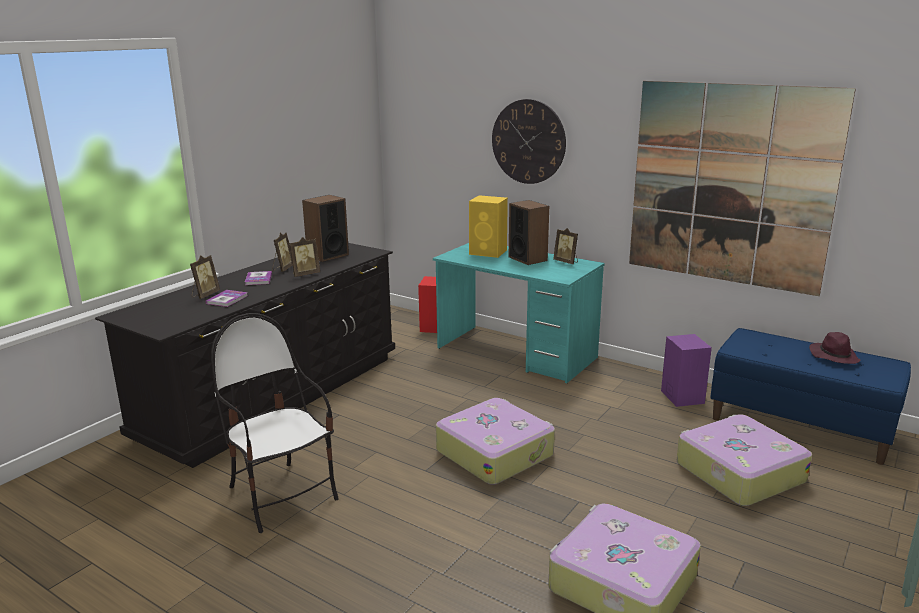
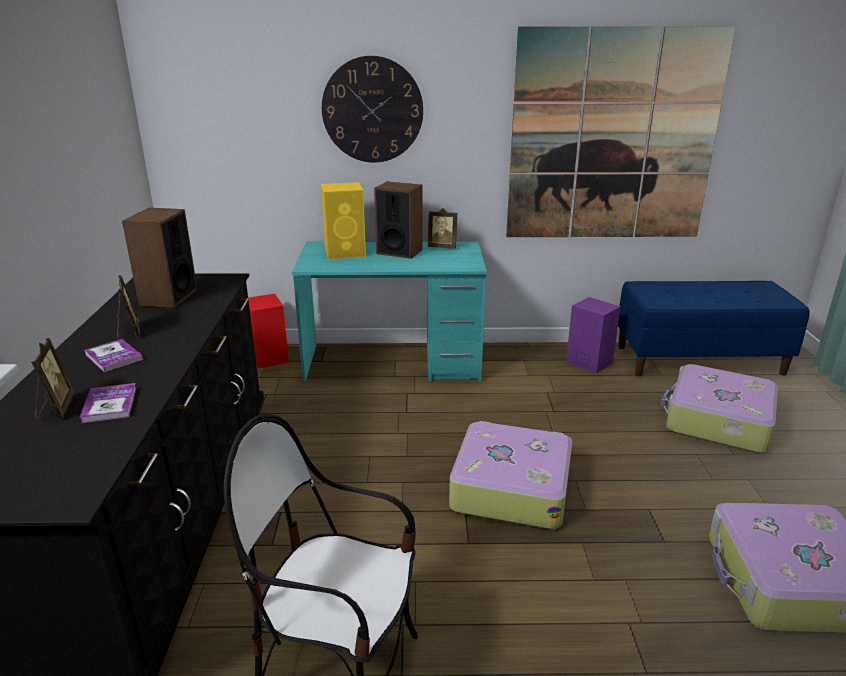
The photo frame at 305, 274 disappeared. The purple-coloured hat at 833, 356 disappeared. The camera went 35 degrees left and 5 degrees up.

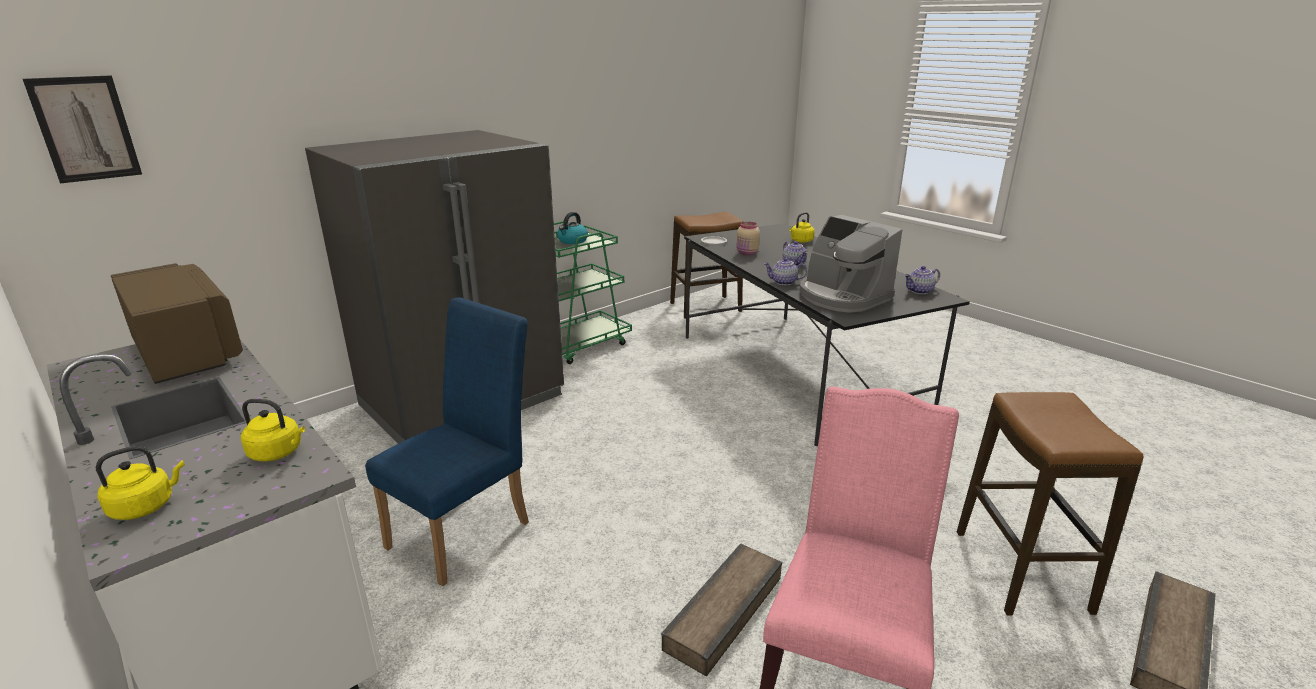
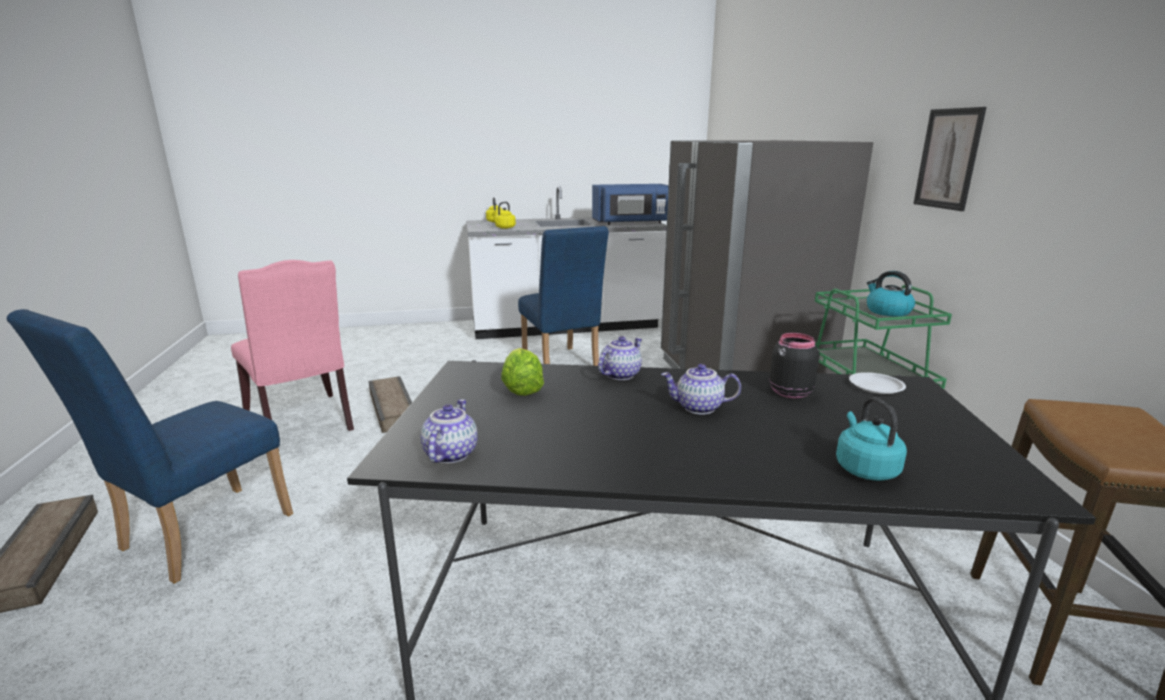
The sitting stool at 1021, 571 was replaced by the blue-coloured chair at 196, 537. The coffee brewer at 842, 296 was replaced by the lettuce at 522, 389. The brownish microwave at 187, 353 became the blue-coloured microwave at 631, 223. The beige-coloured storage jar at 747, 253 became the blackish storage jar at 789, 392. The yellowish kettle at 800, 241 became the blue-green kettle at 864, 468. The wall art moved from 85, 129 to 948, 159. The camera went 120 degrees right and 5 degrees down.

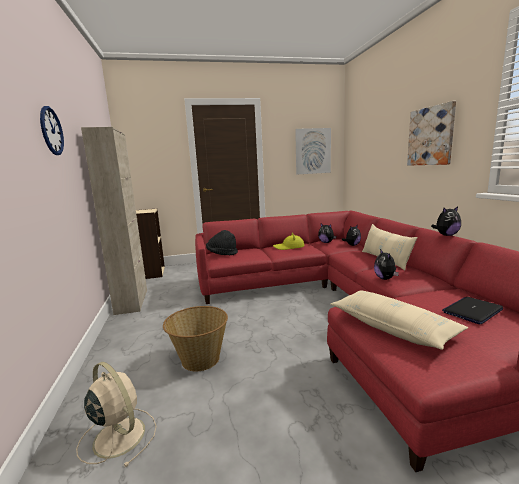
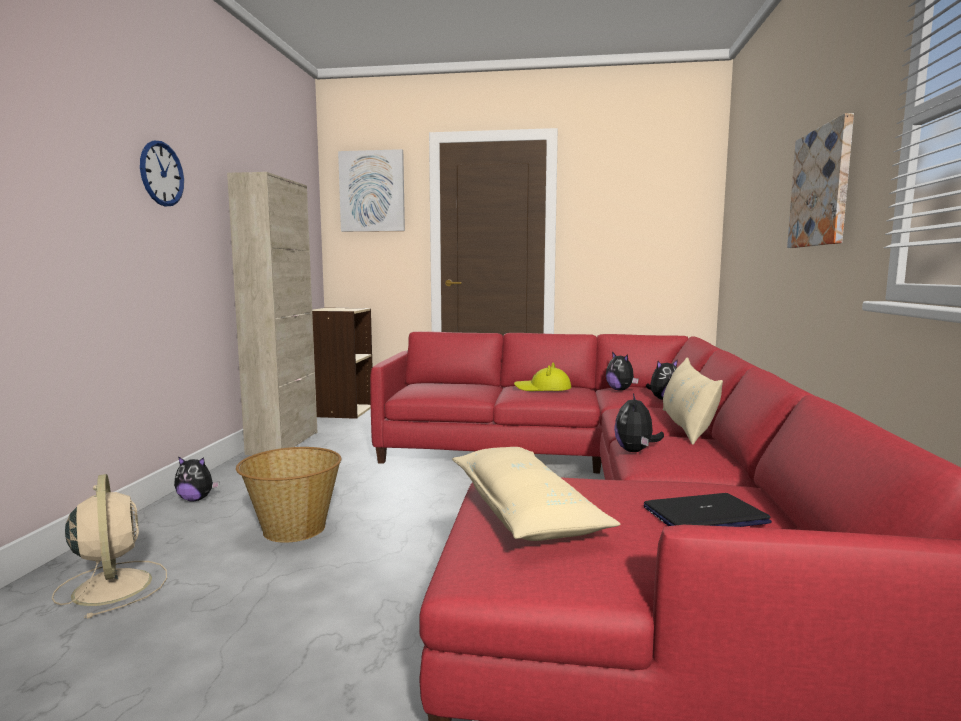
The plush toy moved from 446, 235 to 196, 499. The wall art moved from 312, 151 to 372, 191. The blackish hat at 222, 254 disappeared. The camera went 20 degrees right and 5 degrees down.

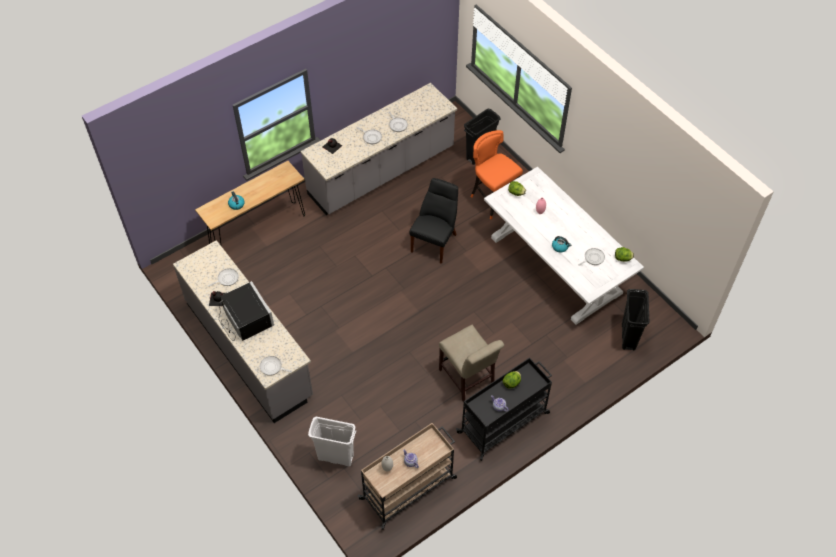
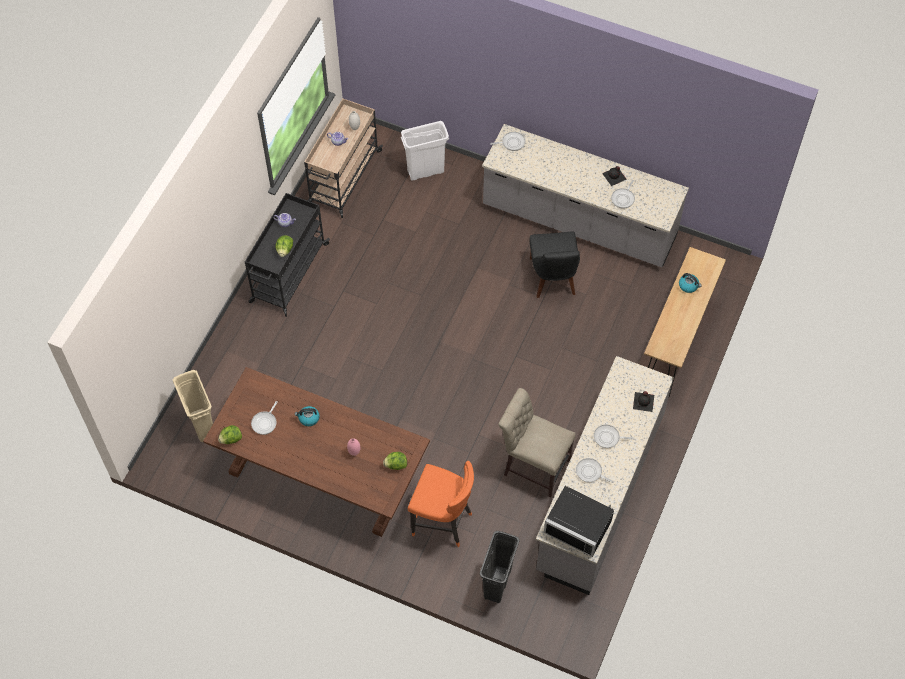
The blackish rubbish bin at 628, 337 became the beige-coloured rubbish bin at 201, 424. The whitish dining table at 555, 265 became the brownish dining table at 322, 471. The beige-coloured chair moved from 468, 379 to 533, 465. The blackish chair moved from 435, 241 to 553, 278. The blackish microwave moved from 245, 319 to 580, 524. The camera went 150 degrees right and 5 degrees up.

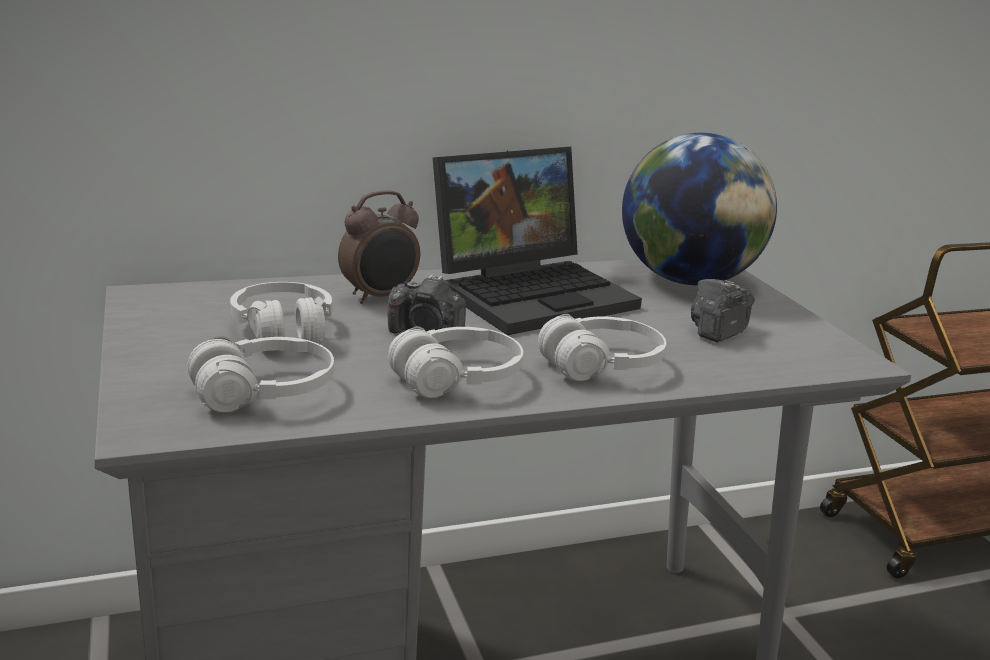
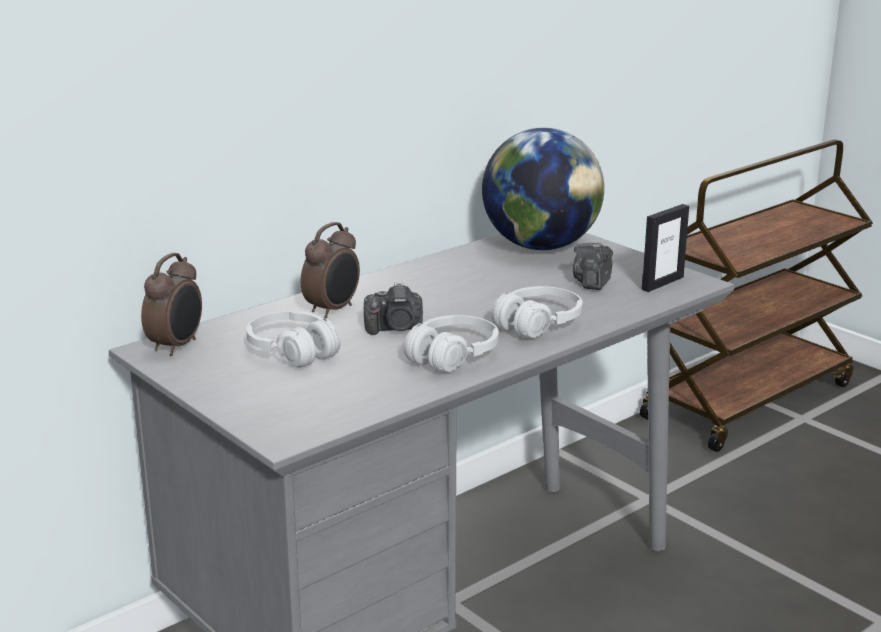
The bedside clock at 177, 346 appeared. The photo frame at 662, 283 appeared. The whitish pair of headphones at 264, 393 disappeared. The notebook computer at 533, 292 disappeared. The camera went 20 degrees left and 0 degrees up.

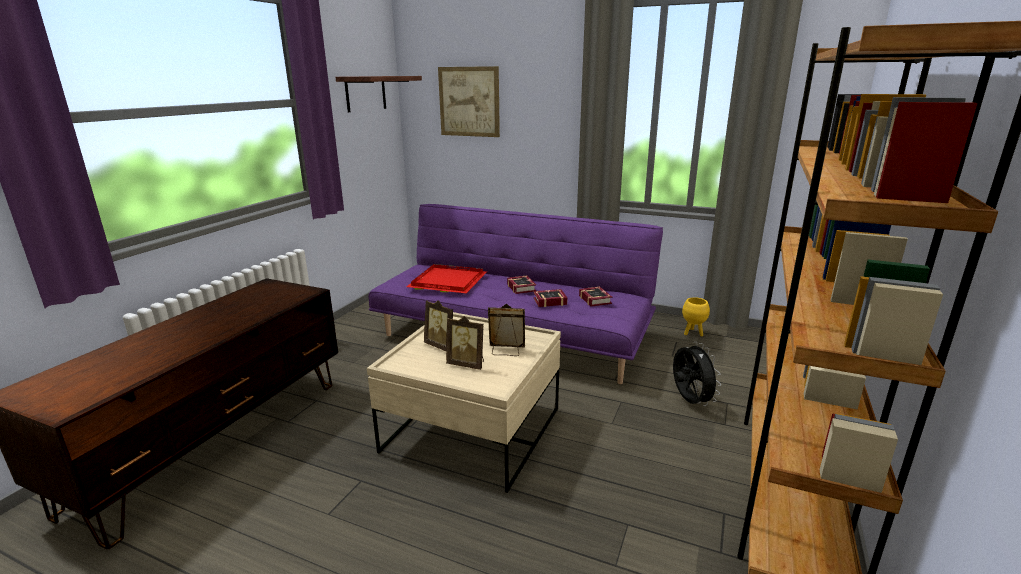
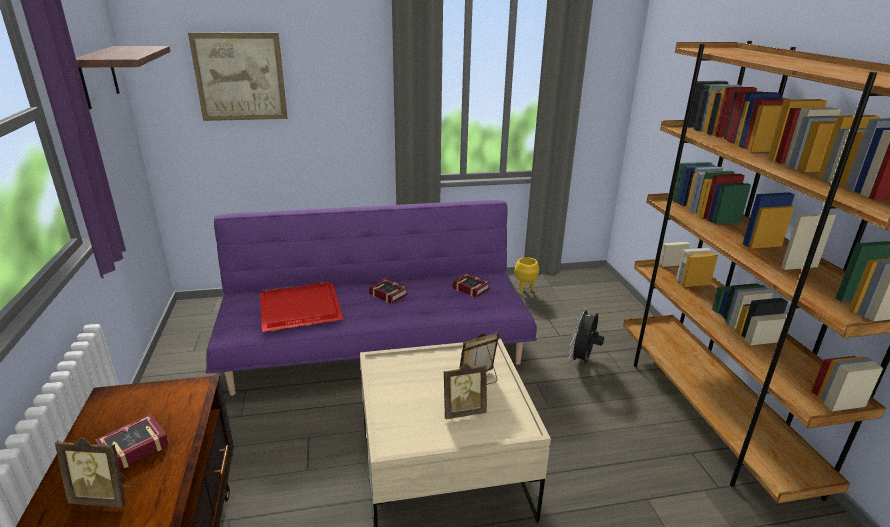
The photo frame moved from 442, 346 to 105, 496. The book moved from 548, 301 to 131, 448. The blackish electric fan at 689, 401 turned 105 degrees counterclockwise. The camera went 35 degrees left and 5 degrees up.

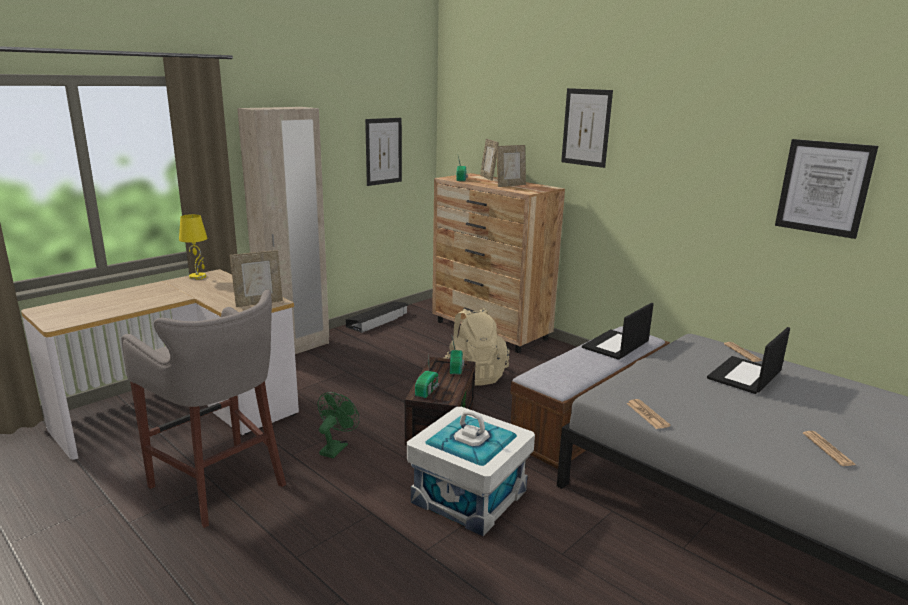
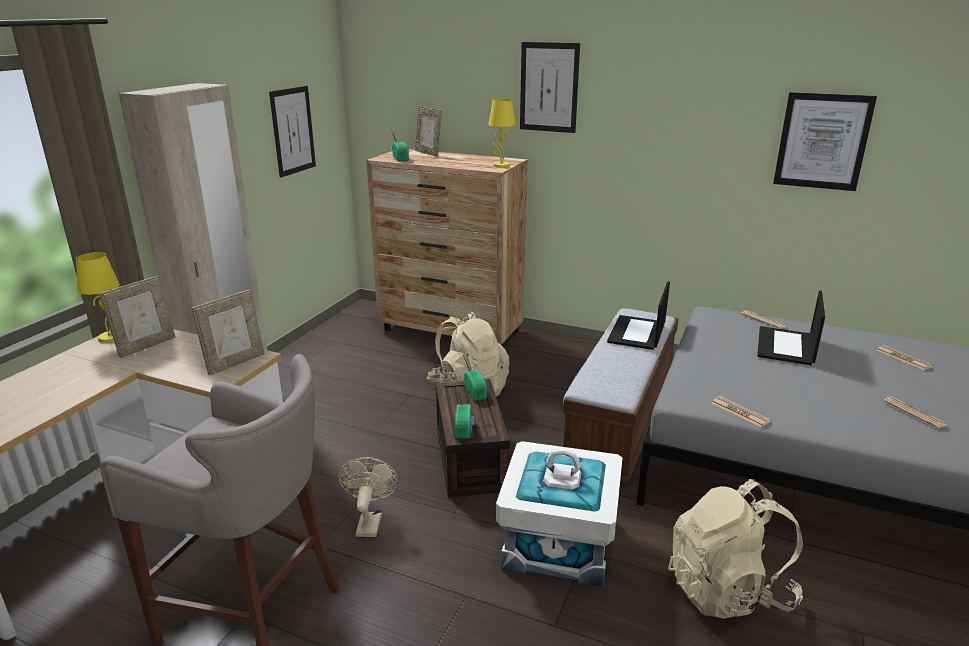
The photo frame moved from 510, 185 to 146, 346. The greenish electric fan at 336, 447 became the beige-coloured electric fan at 369, 521. The yellowish tabletop lamp at 501, 165 appeared. The beige-coloured rucksack at 728, 590 appeared. The printed paper at 903, 358 appeared. The blackish storage container at 378, 320 disappeared. The camera went 20 degrees left and 5 degrees up.

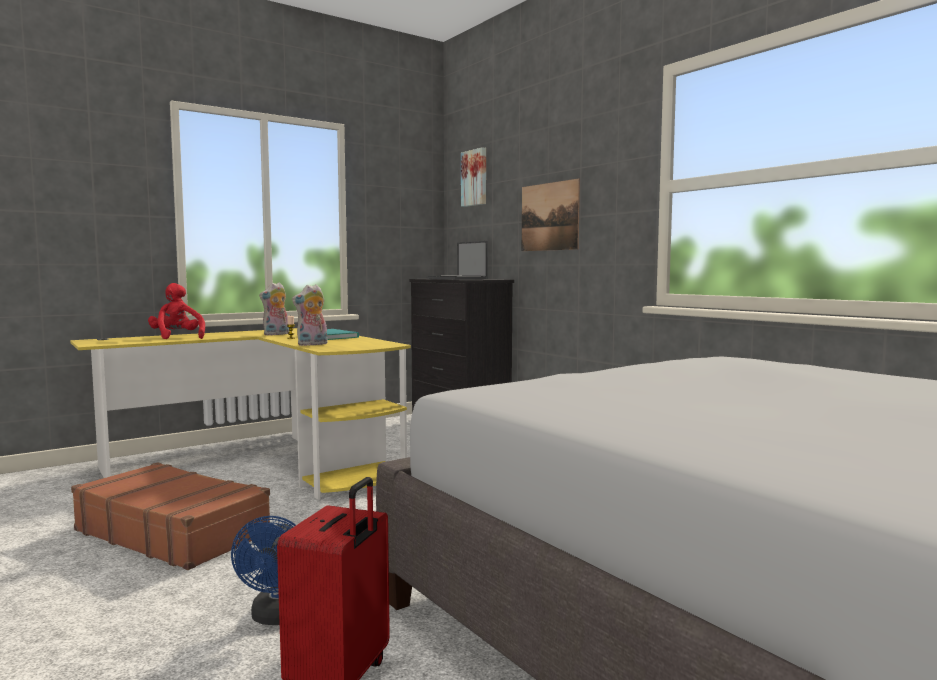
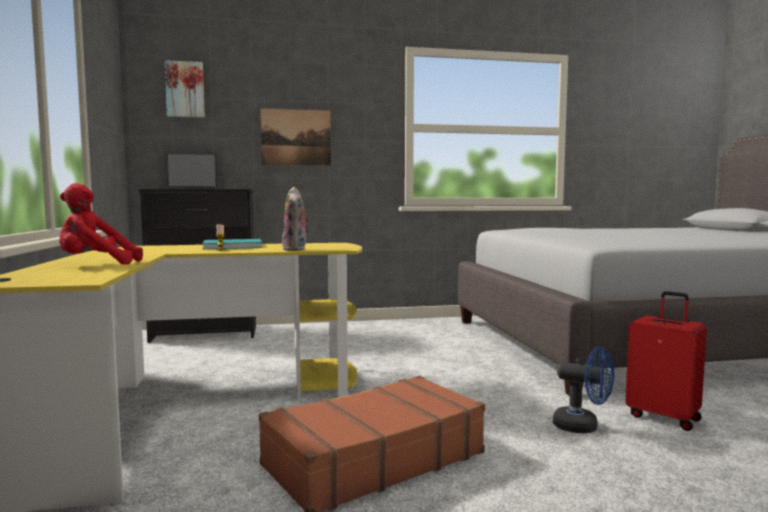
The plush toy at 276, 334 disappeared. The camera went 65 degrees left and 0 degrees up.

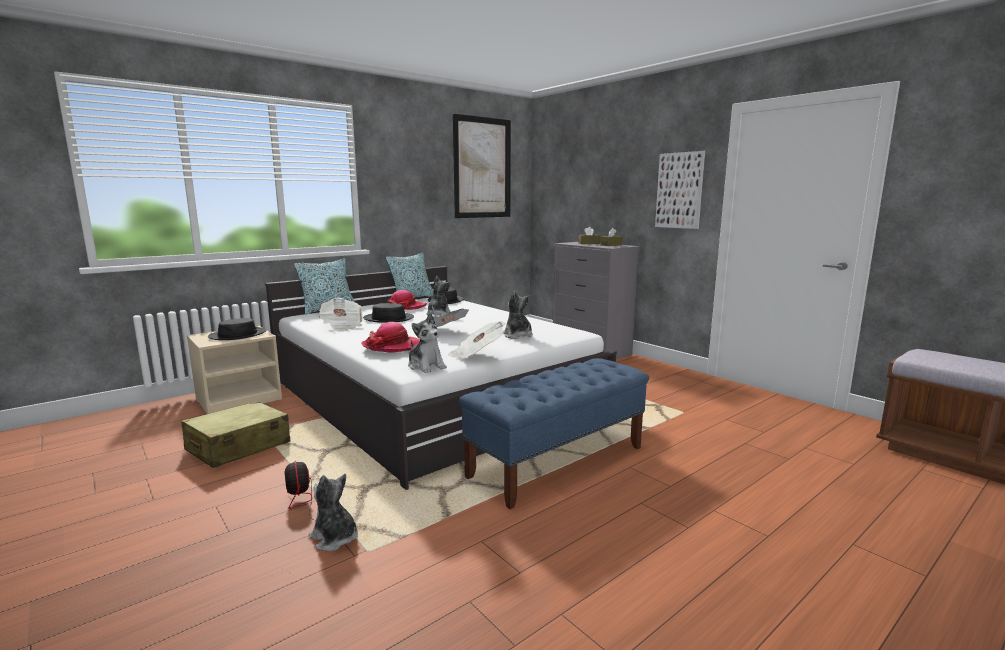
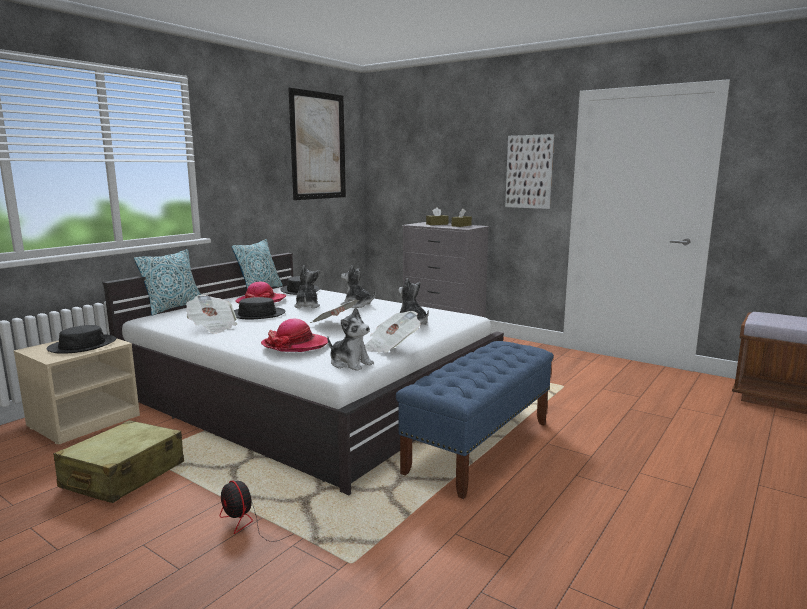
The plush toy moved from 335, 538 to 357, 305. The camera went 15 degrees left and 0 degrees up.

